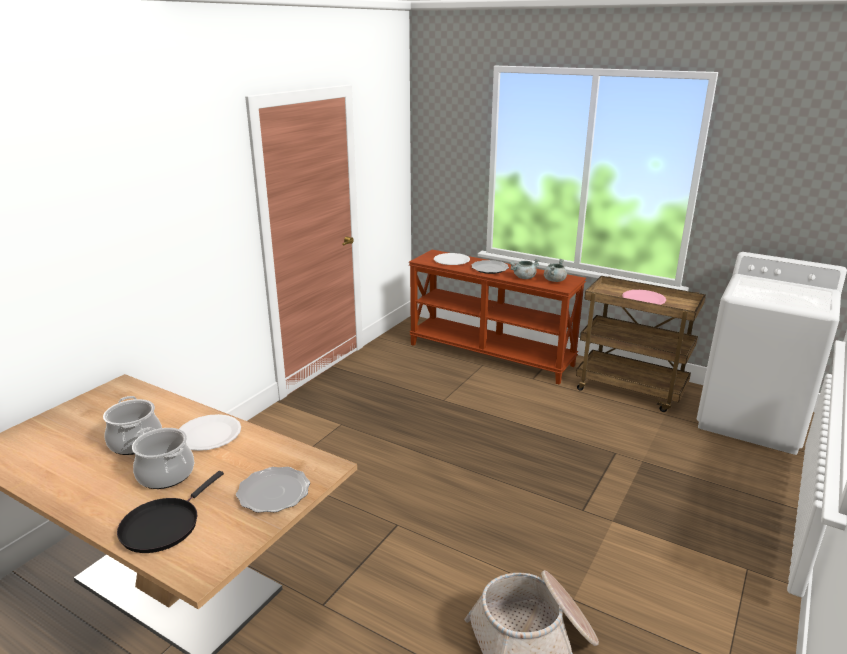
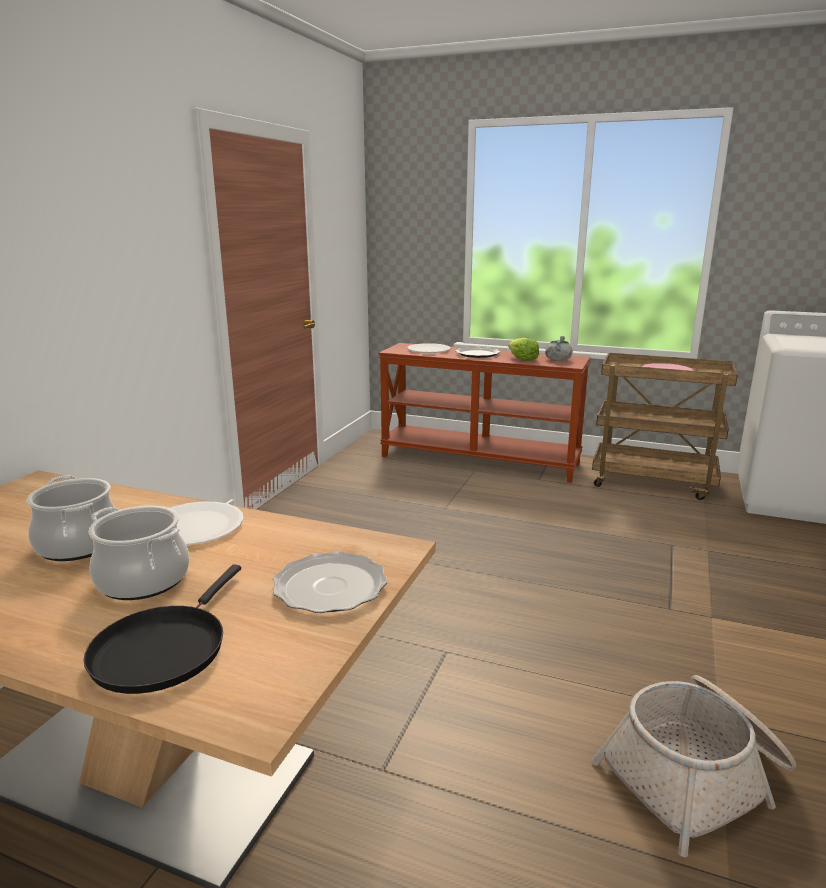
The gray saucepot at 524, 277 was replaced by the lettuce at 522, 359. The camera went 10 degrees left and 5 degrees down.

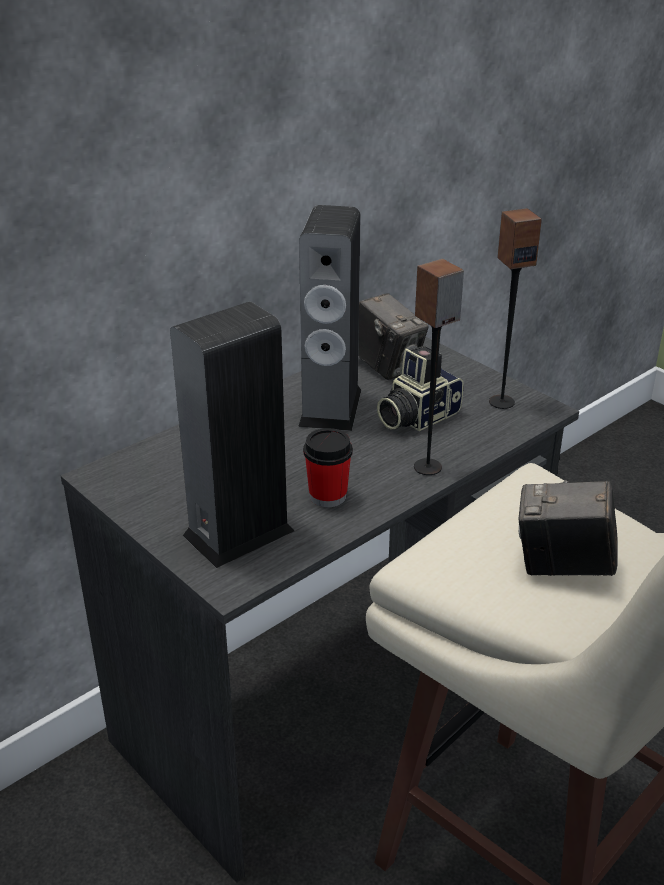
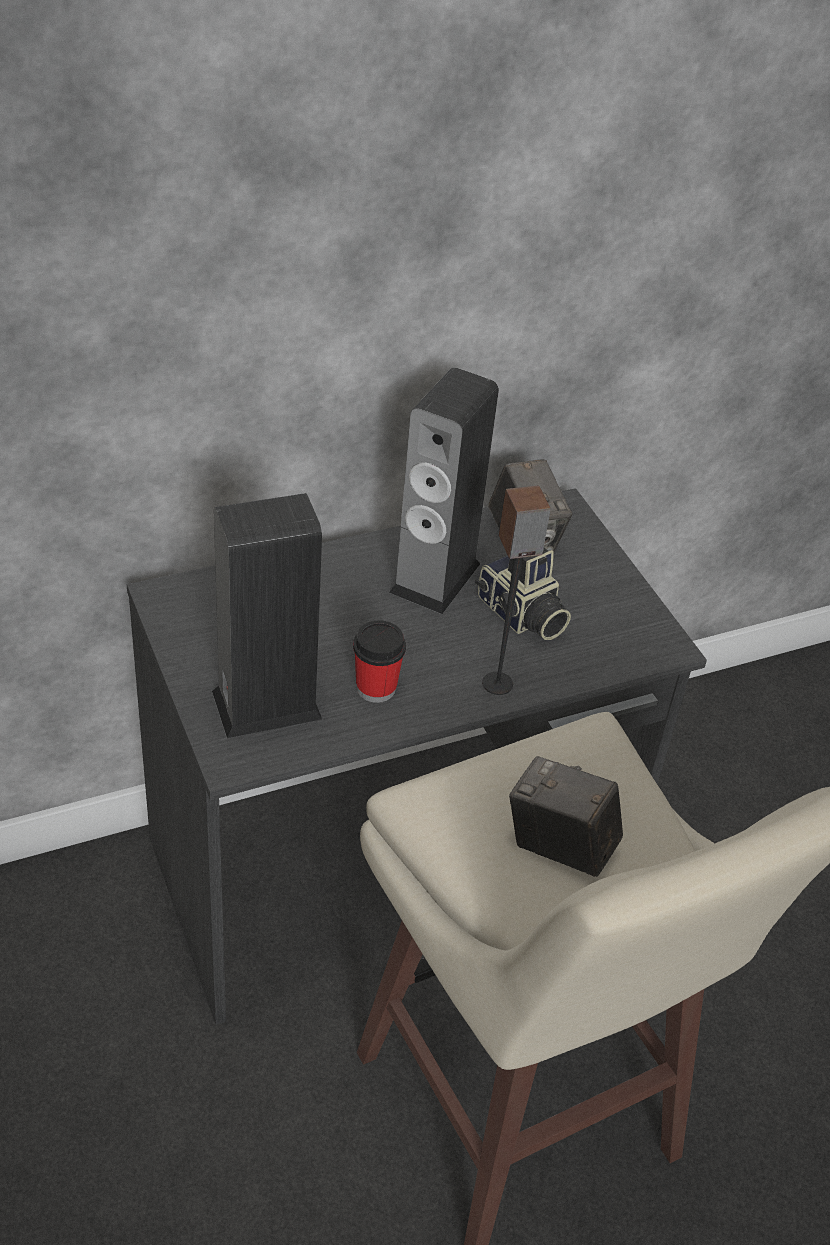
The still camera at 416, 416 turned 105 degrees counterclockwise. The speaker at 501, 402 disappeared. The camera went 15 degrees right and 10 degrees up.

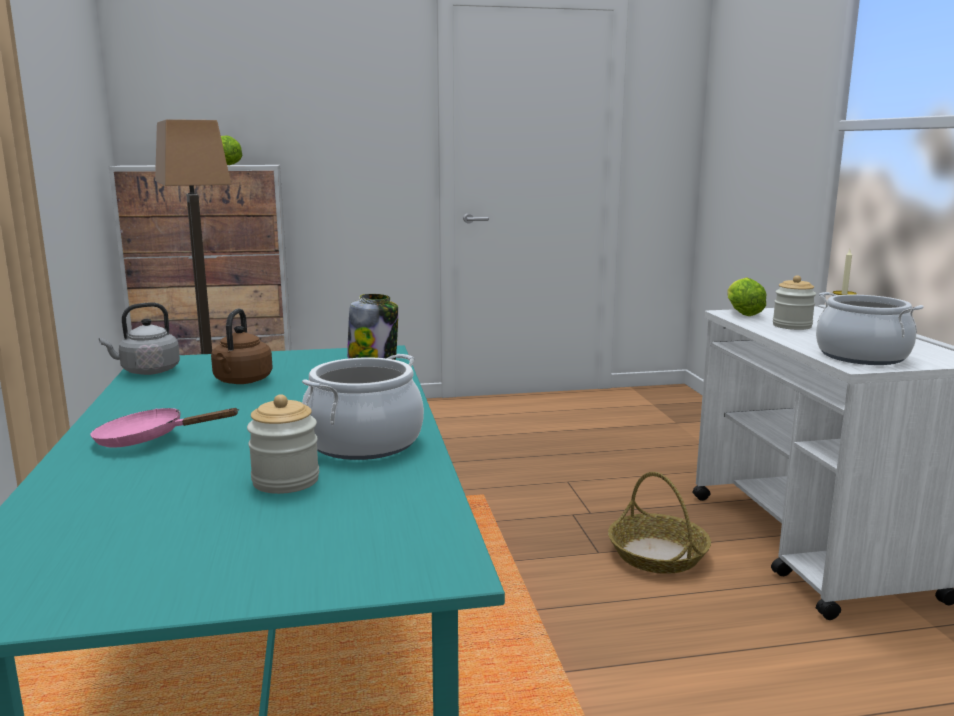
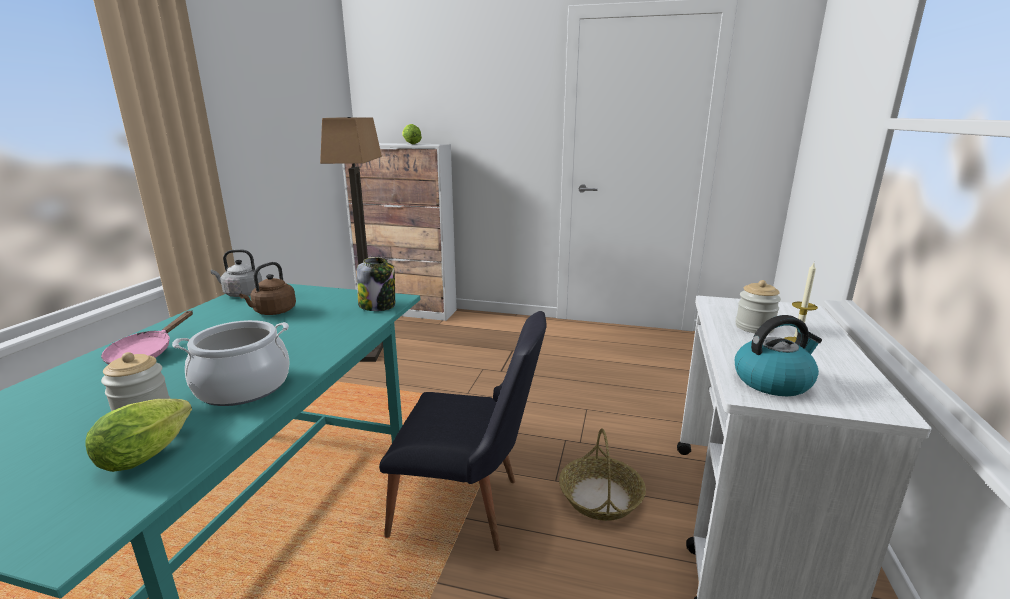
The lettuce moved from 741, 313 to 151, 452. The pinkish skillet at 149, 439 turned 105 degrees counterclockwise. The blackish chair at 468, 509 appeared. The saucepot at 861, 356 was replaced by the kettle at 773, 381. The camera went 25 degrees right and 5 degrees up.

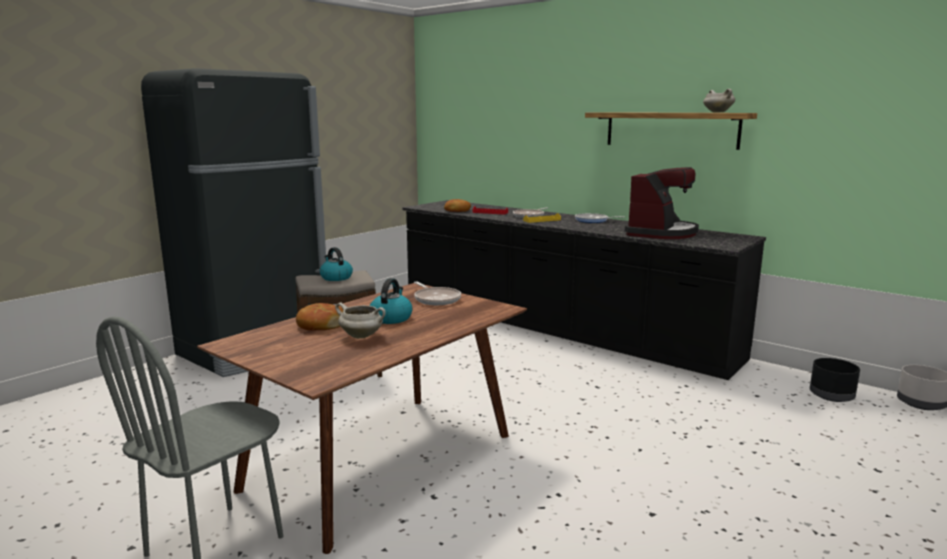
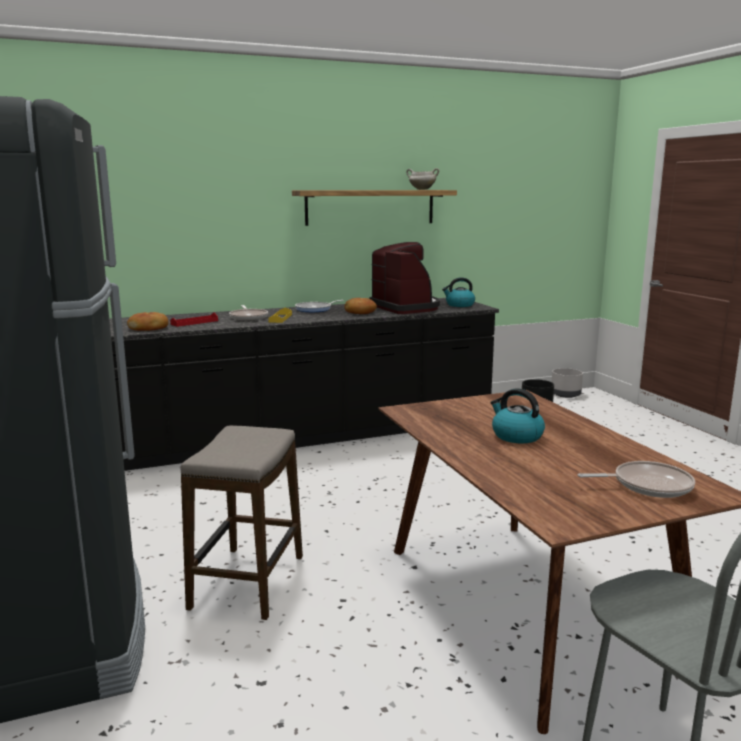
The bakery bread moved from 321, 325 to 360, 312. The kettle moved from 336, 277 to 459, 305. The skillet moved from 436, 299 to 647, 485. The whitish saucepot at 362, 336 disappeared. The camera went 60 degrees left and 0 degrees up.

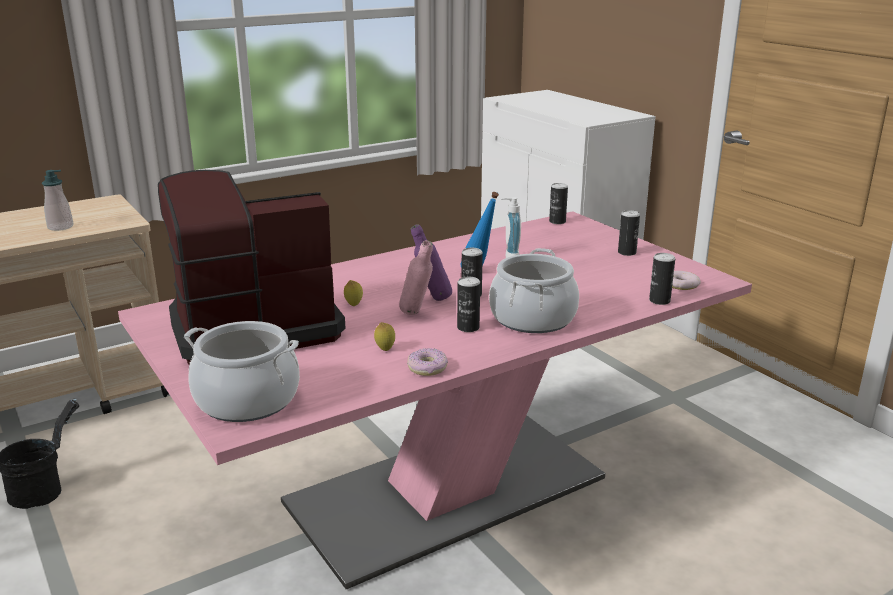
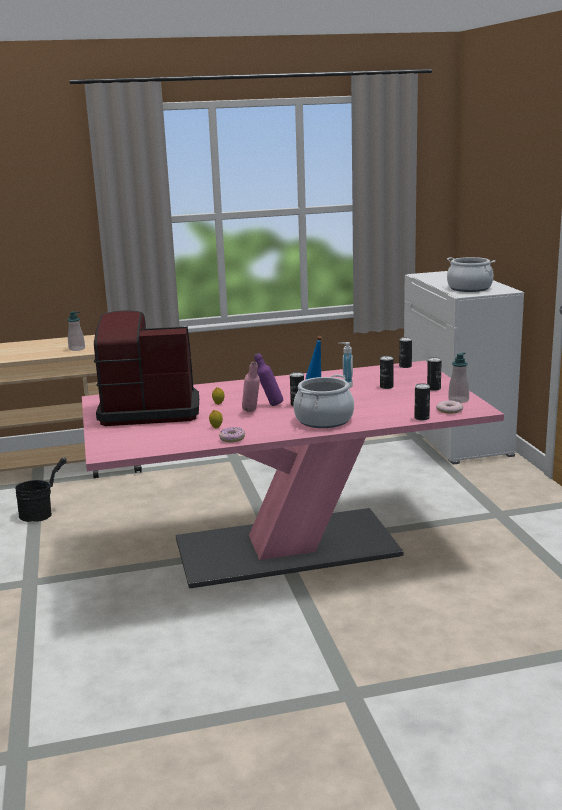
The can moved from 468, 327 to 386, 387. The saucepot moved from 247, 399 to 469, 288. The soap bottle at 458, 400 appeared. The camera went 20 degrees right and 5 degrees down.

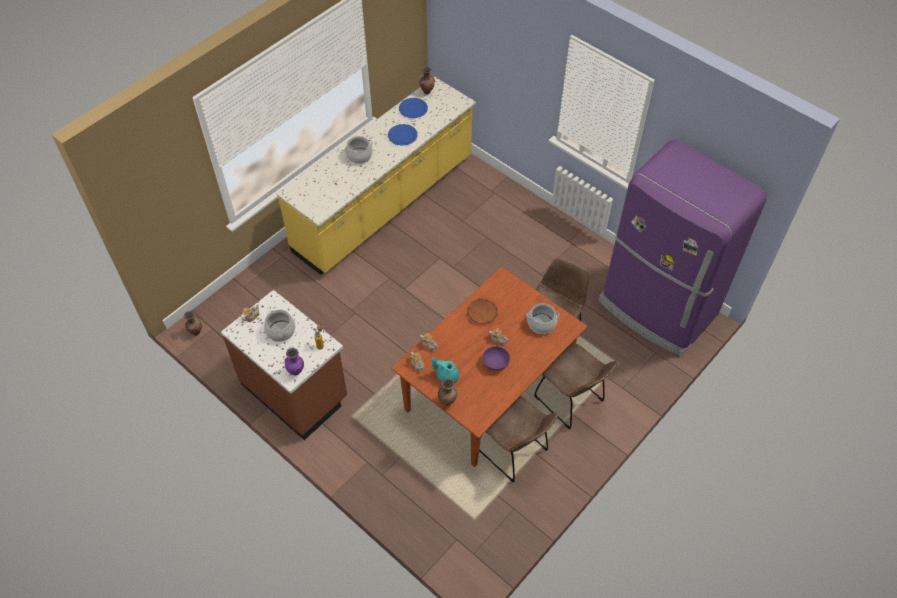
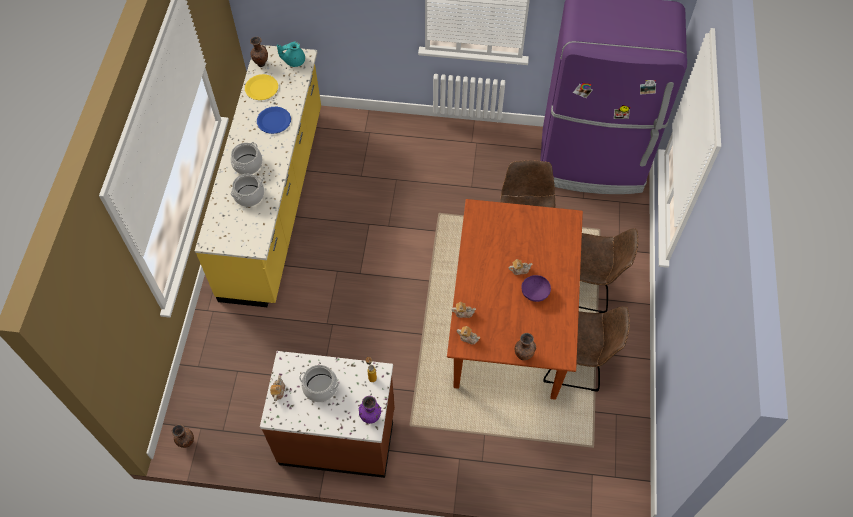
The saucepot moved from 541, 324 to 249, 196. The blue-coloured plate at 413, 109 became the yellowish plate at 261, 88. The blue-green tea pot moved from 446, 376 to 294, 61. The brownish plate at 482, 312 disappeared. The camera went 35 degrees left and 5 degrees up.

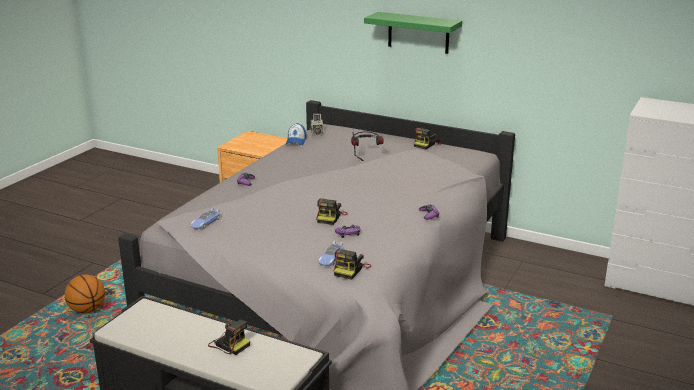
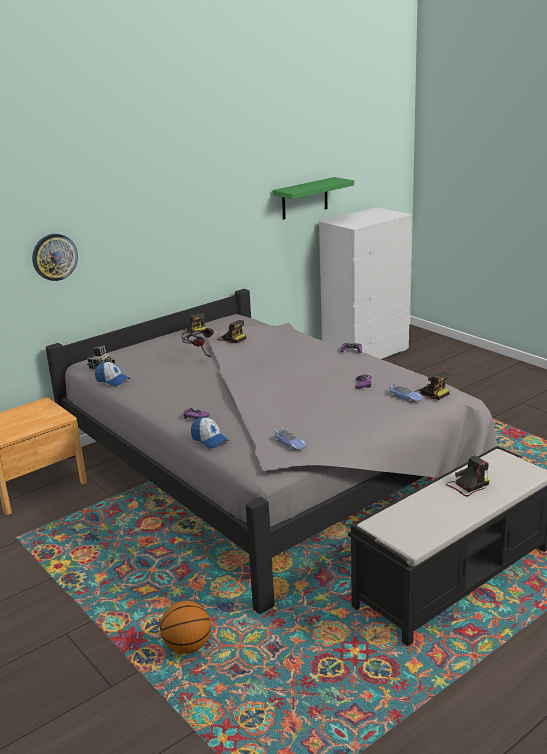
The wall clock at 54, 257 appeared. The baseball cap at 209, 440 appeared. The still camera moved from 330, 217 to 231, 338. The greenish bracket shelf moved from 418, 33 to 304, 198. The camera went 65 degrees left and 0 degrees up.

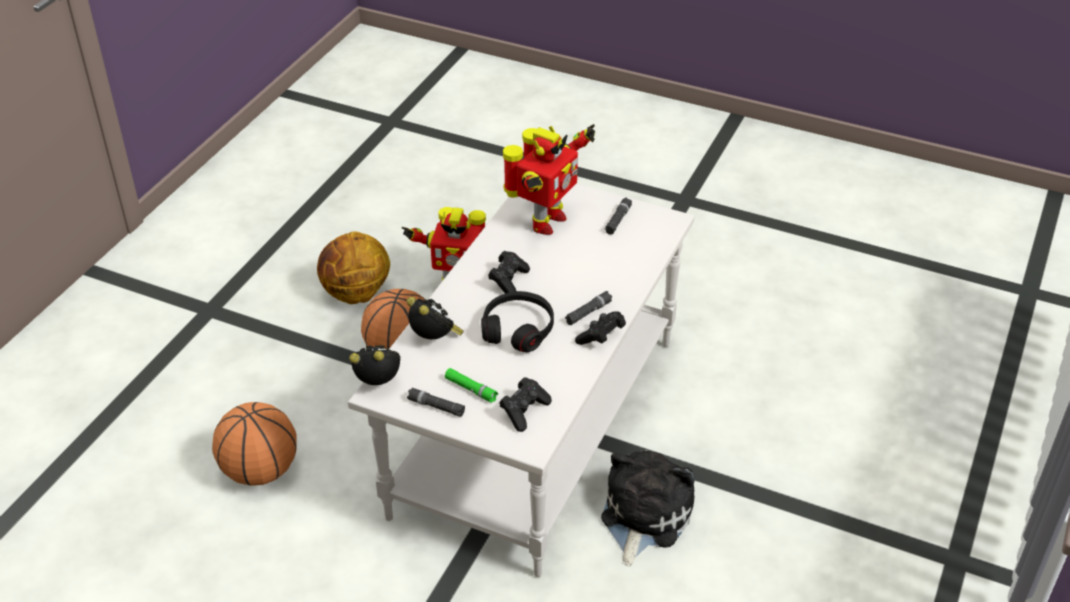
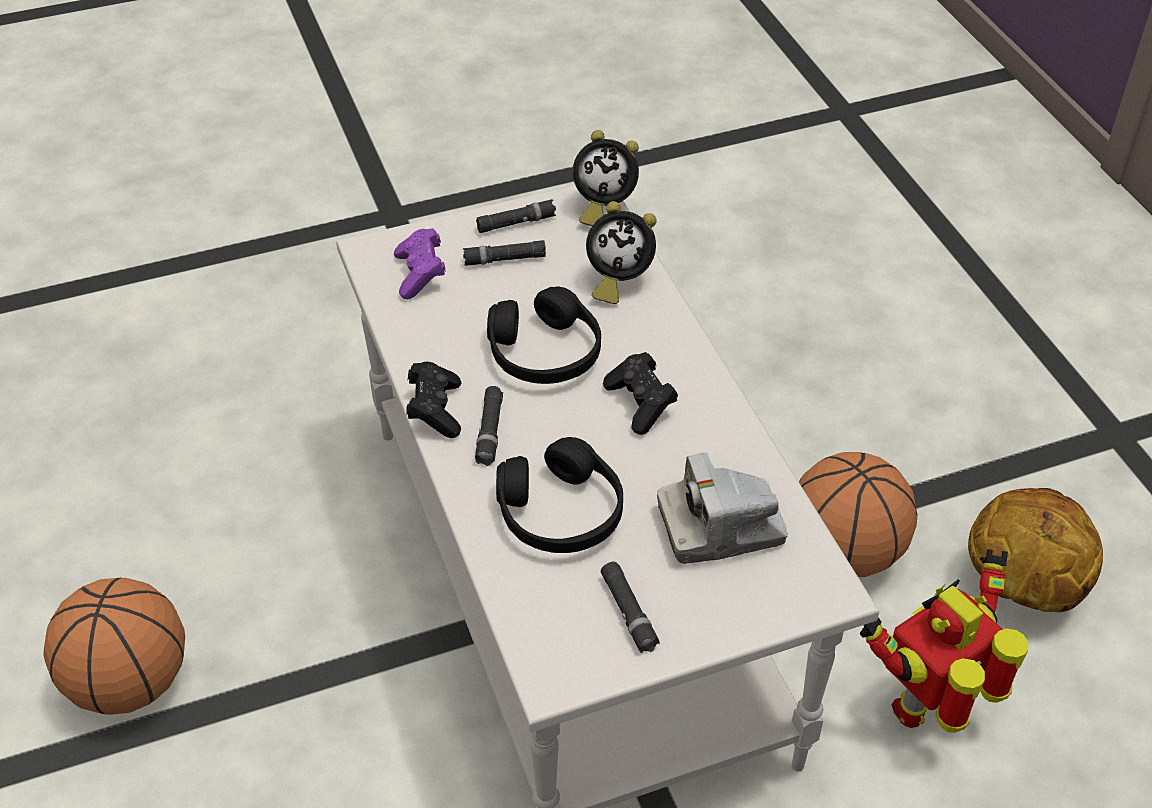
The ball for basketball moved from 260, 471 to 130, 683. The blackish game controller at 524, 411 became the purple-coloured game controller at 420, 275. The greenish flashlight at 471, 389 became the blackish flashlight at 504, 259. The blackish pair of headphones at 560, 512 appeared. The bedside clock at 380, 383 turned 45 degrees clockwise. The robot figure at 545, 222 was replaced by the still camera at 720, 527. The plush toy at 643, 516 disappeared. The camera went 135 degrees right and 5 degrees up.

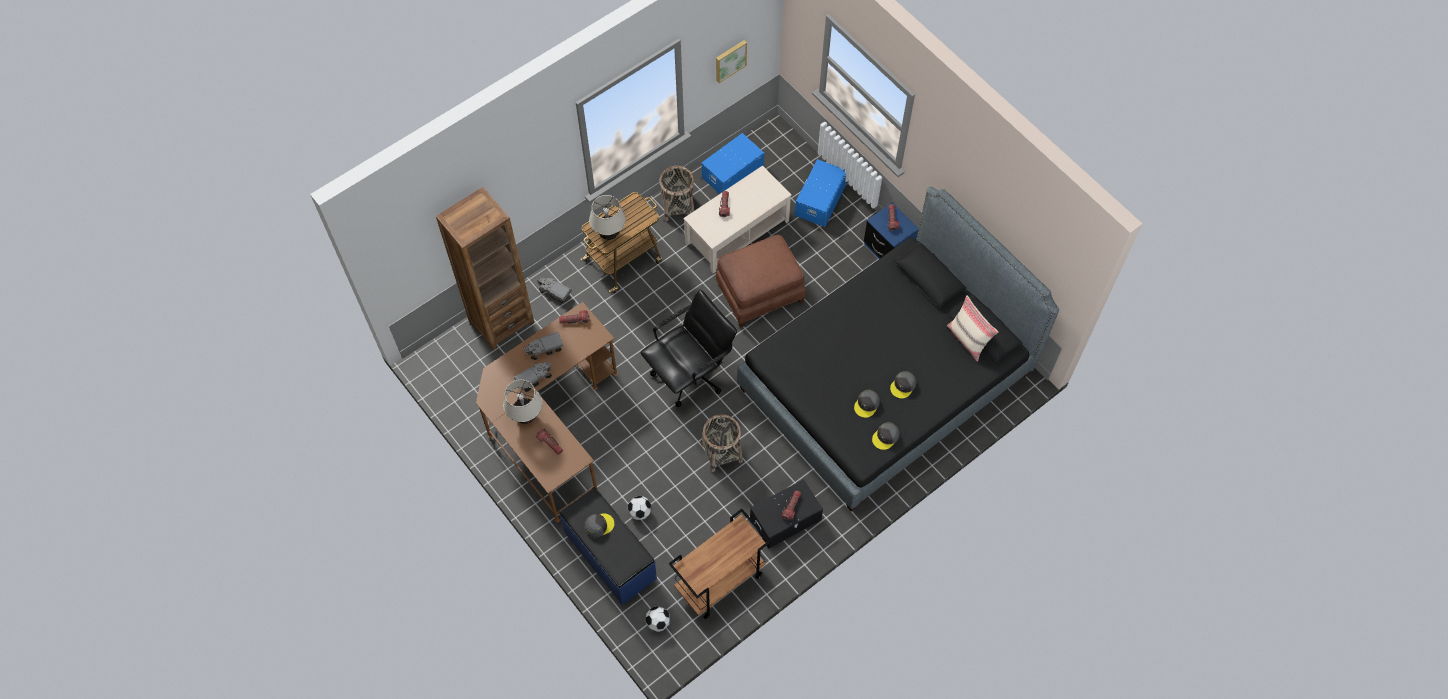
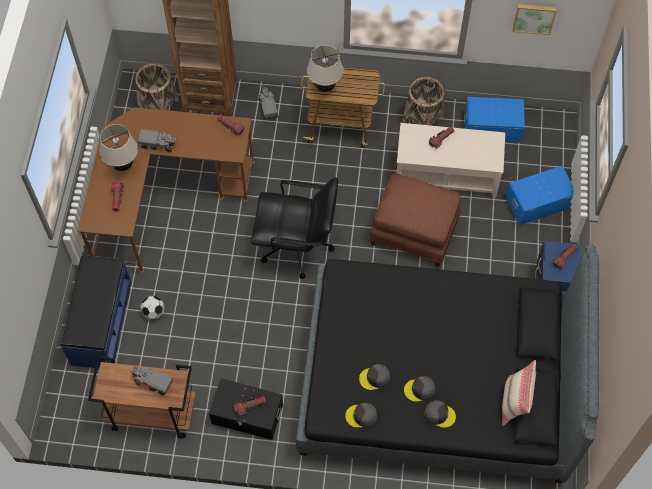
The toy truck moved from 544, 349 to 153, 382. The household basket moved from 721, 452 to 159, 105. The gray baseball cap moved from 599, 525 to 439, 414. The football at 658, 622 disappeared. The camera went 45 degrees right and 0 degrees up.

